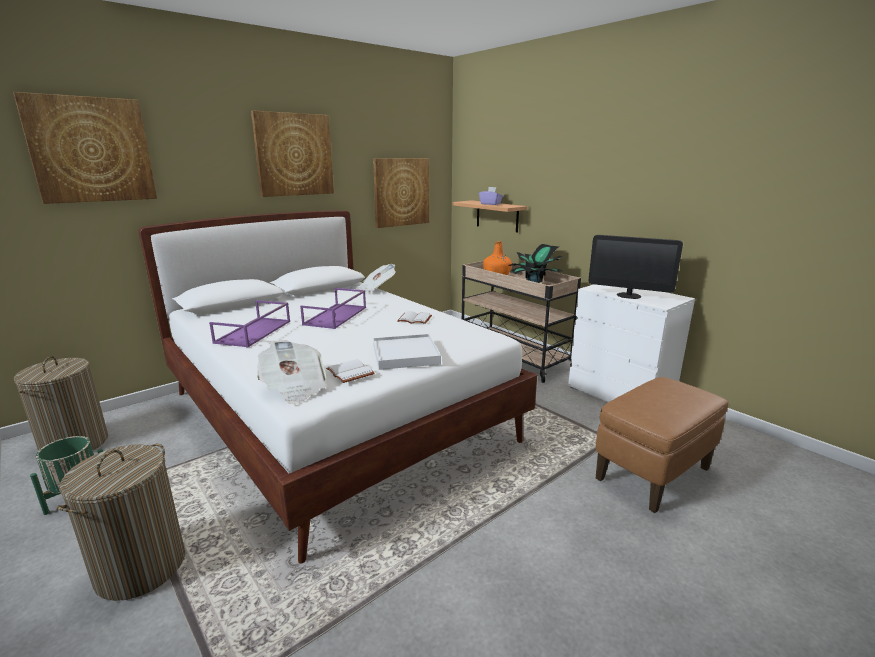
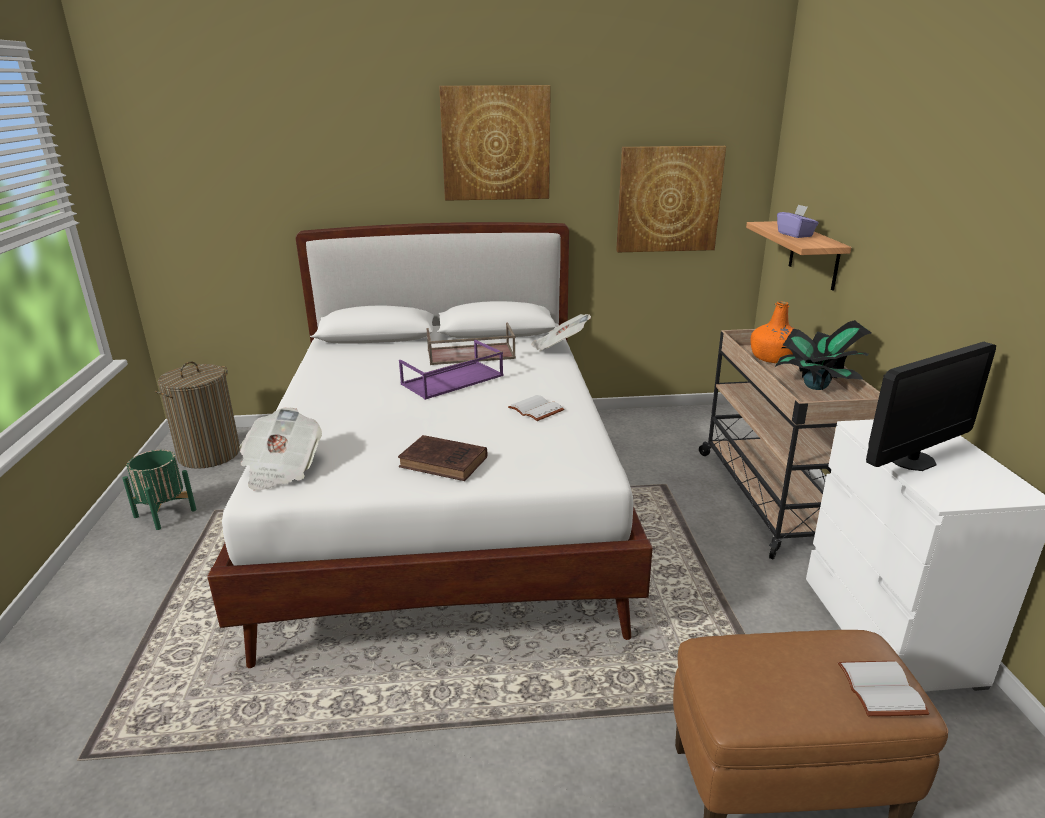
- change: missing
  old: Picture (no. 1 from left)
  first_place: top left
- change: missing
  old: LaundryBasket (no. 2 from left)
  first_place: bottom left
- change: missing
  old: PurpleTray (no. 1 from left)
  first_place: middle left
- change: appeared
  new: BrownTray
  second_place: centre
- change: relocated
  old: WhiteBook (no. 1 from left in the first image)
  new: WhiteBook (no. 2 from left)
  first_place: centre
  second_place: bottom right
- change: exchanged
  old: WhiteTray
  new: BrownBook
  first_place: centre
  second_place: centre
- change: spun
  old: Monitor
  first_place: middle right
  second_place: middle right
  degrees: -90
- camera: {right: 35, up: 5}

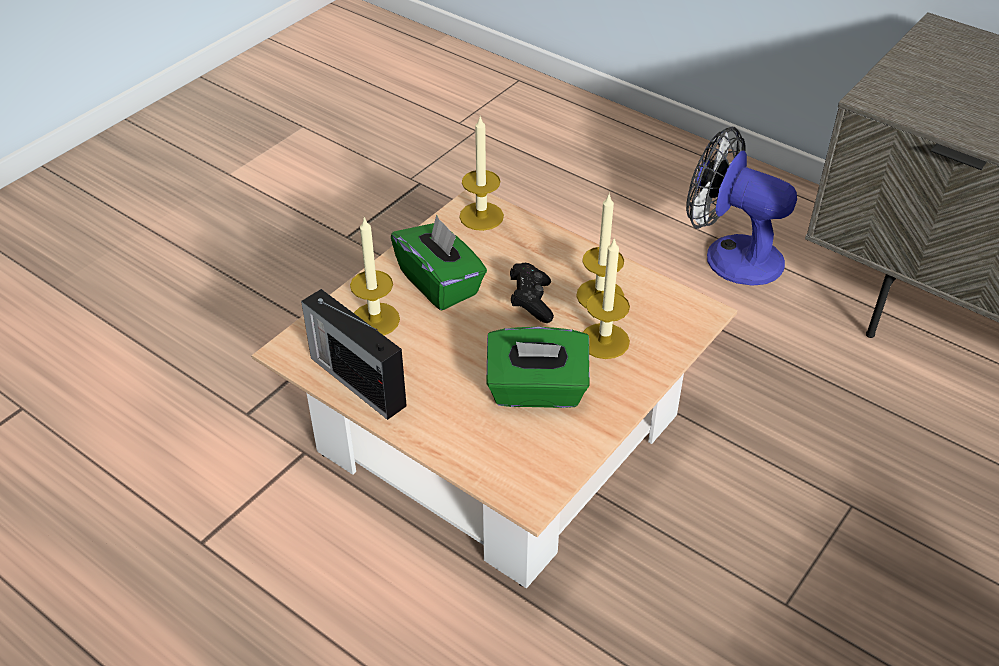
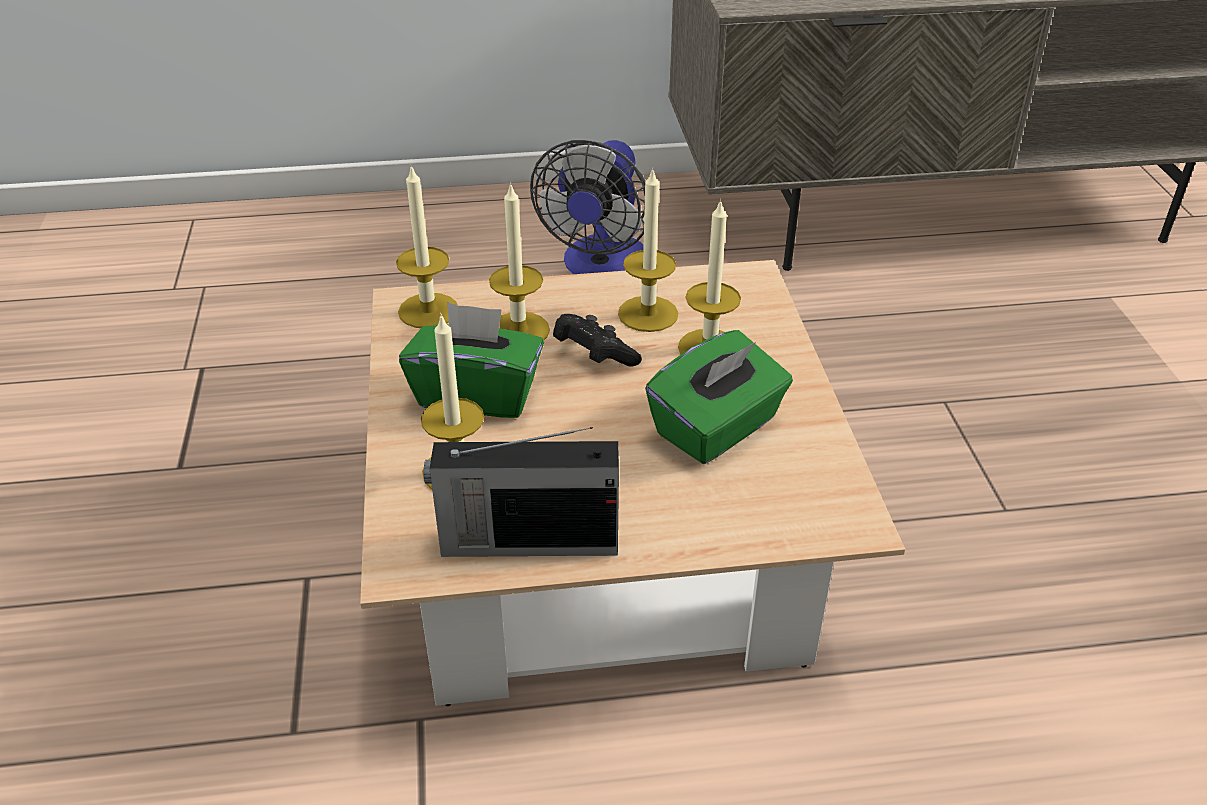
- change: appeared
  new: Candle (no. 3 from left)
  second_place: top centre
- change: spun
  old: Fan
  first_place: top right
  second_place: top centre
  degrees: -60
- camera: {right: -45, up: -5}

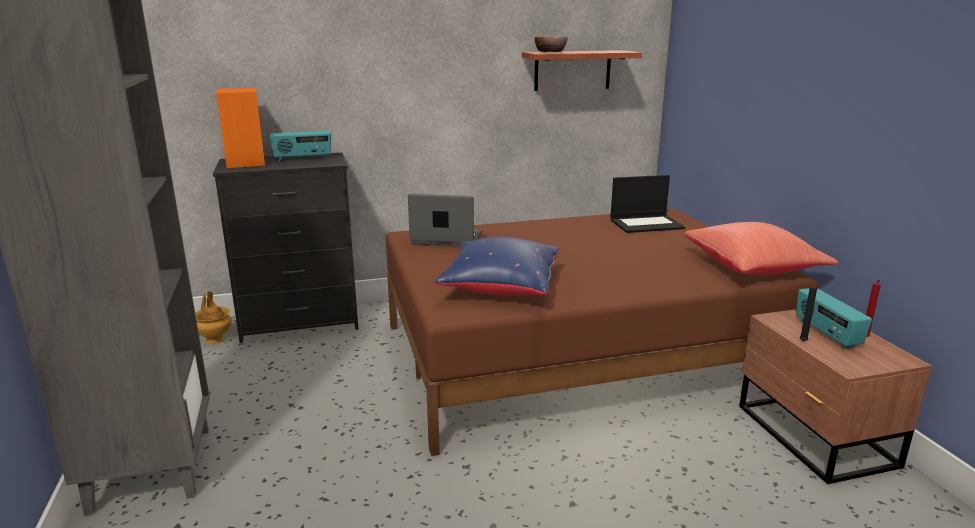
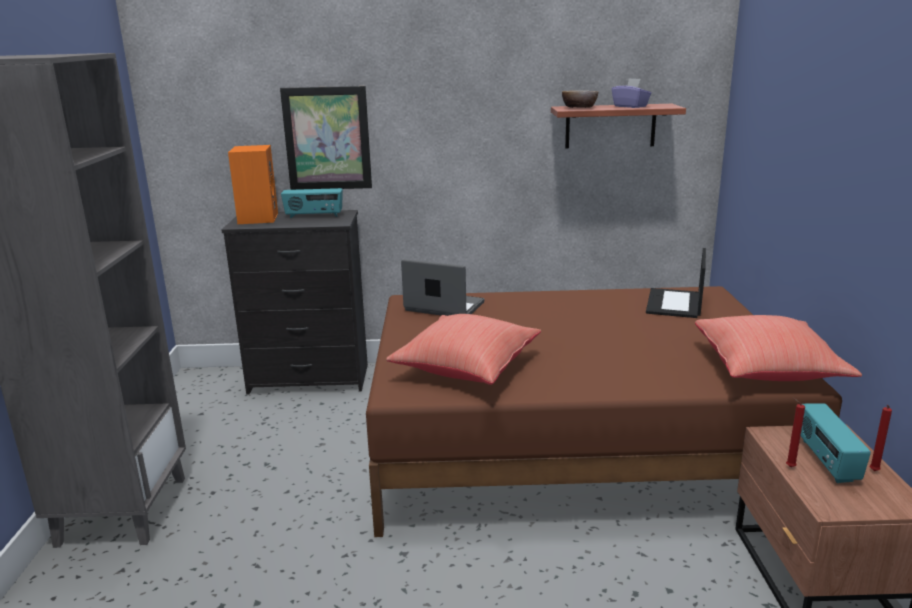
- change: missing
  old: BrownVase
  first_place: middle left
- change: appeared
  new: Picture
  second_place: top centre
- change: appeared
  new: PurpleTissueBox
  second_place: top right
- change: colour
  old: BluePillow
  new: RedPillow (no. 1 from left)
  first_place: centre
  second_place: centre
- change: colour
  old: BlackCandle
  new: RedCandle (no. 1 from left)
  first_place: middle right
  second_place: bottom right
- change: spun
  old: Laptop (no. 2 from left)
  first_place: centre
  second_place: middle right
  degrees: 105
- camera: {right: 15, up: 0}

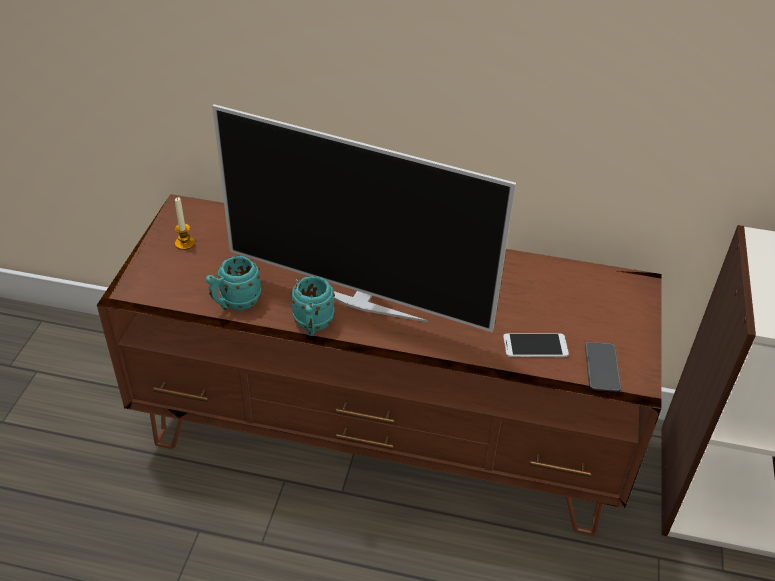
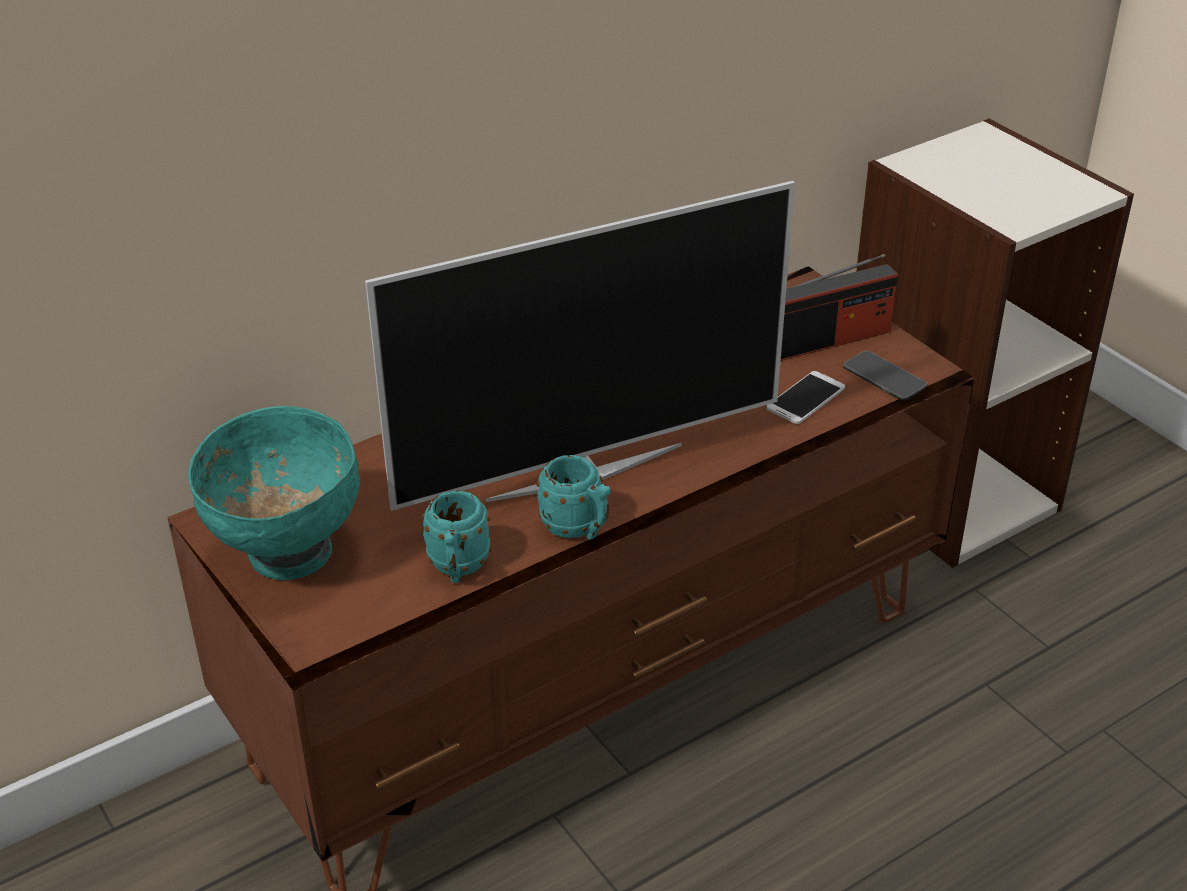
- change: appeared
  new: Radio
  second_place: middle right
- change: exchanged
  old: Candle
  new: TurquoiseBowl
  first_place: middle left
  second_place: middle left
- camera: {right: -45, up: -5}

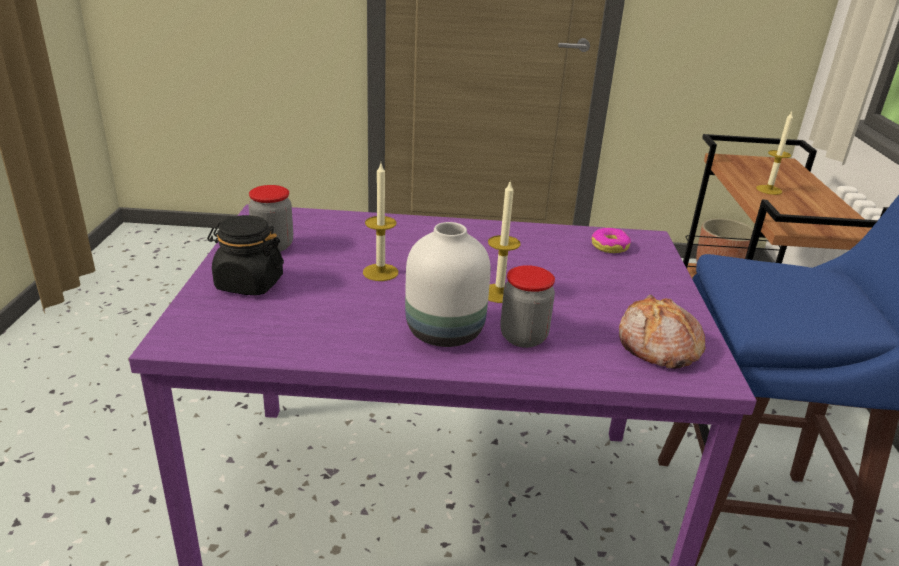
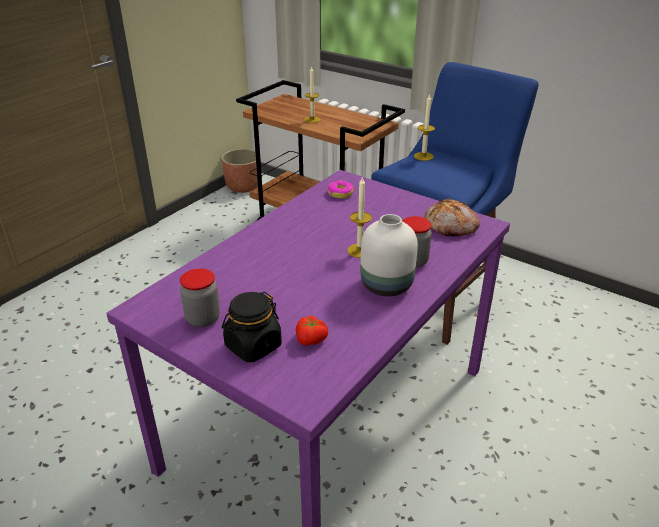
- change: appeared
  new: Tomato
  second_place: centre
- change: relocated
  old: Candle (no. 1 from left in the first image)
  new: Candle (no. 3 from left)
  first_place: centre
  second_place: top centre
- camera: {right: -55, up: 5}

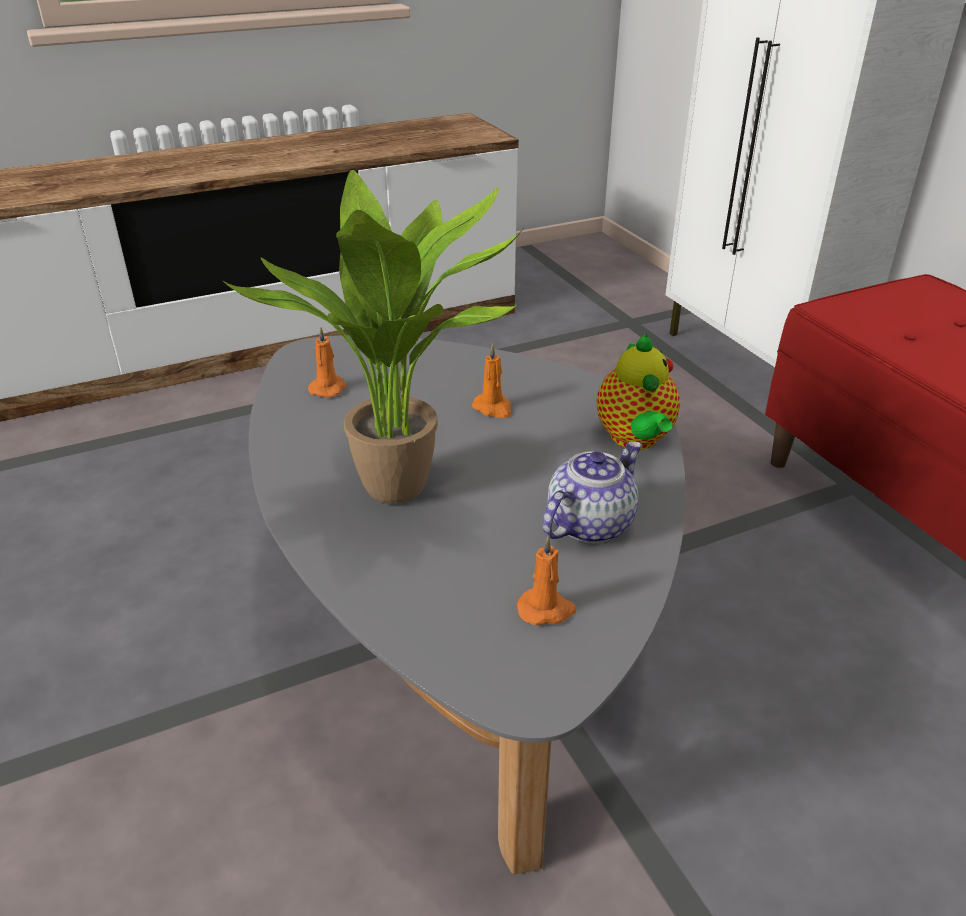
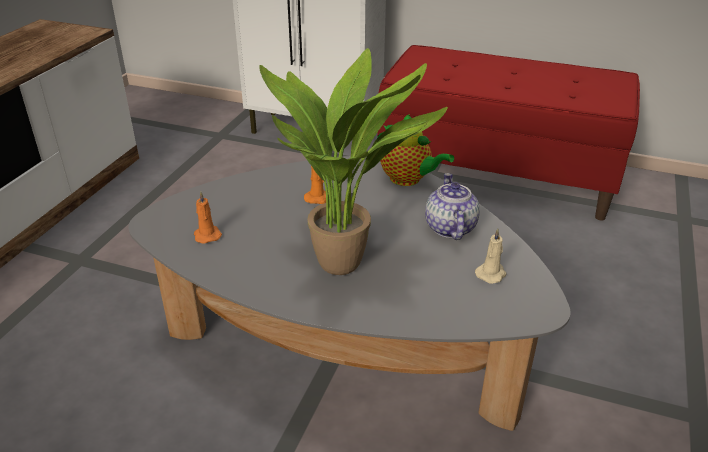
- change: colour
  old: OrangeCandle (no. 3 from left)
  new: BeigeCandle
  first_place: centre
  second_place: middle right
- camera: {right: -45, up: 0}

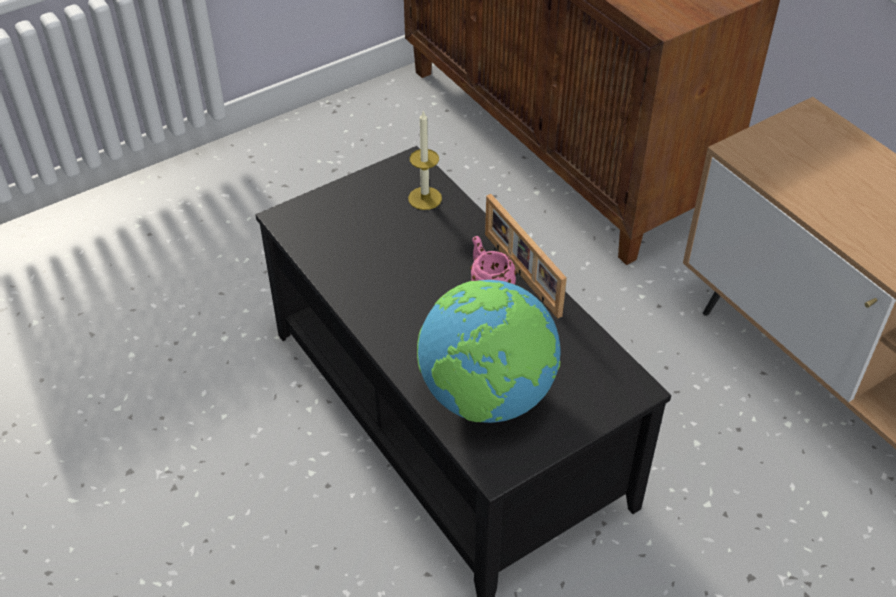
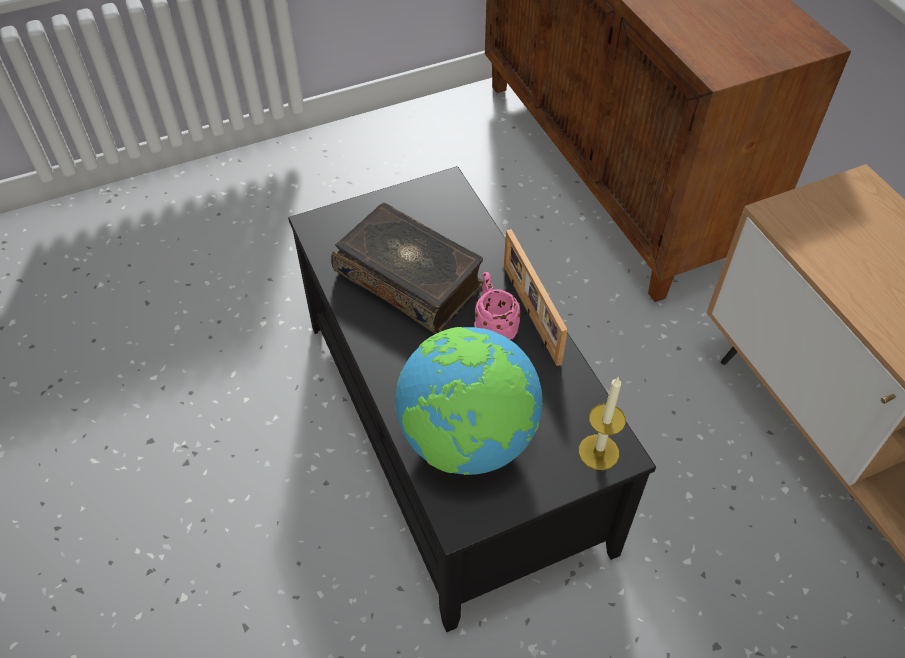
- change: appeared
  new: Book
  second_place: centre
- change: relocated
  old: Candle
  first_place: top centre
  second_place: centre
- camera: {right: 10, up: 5}

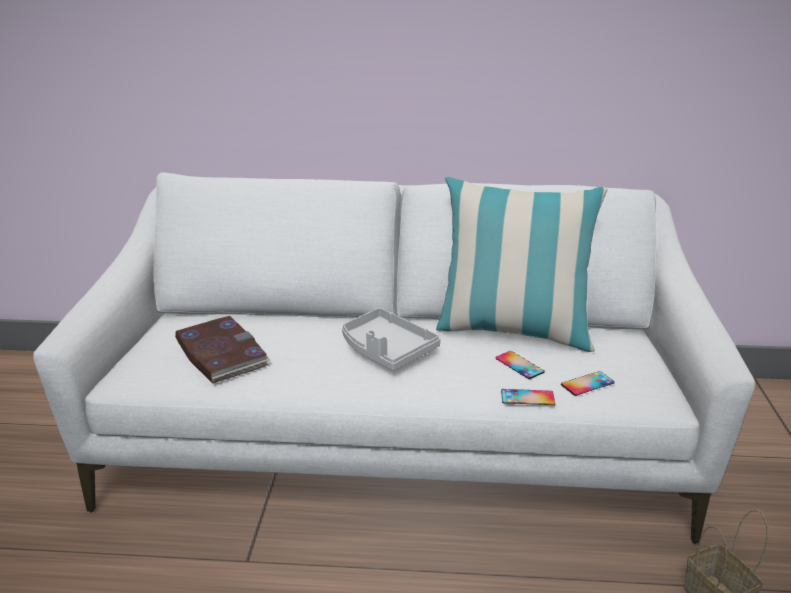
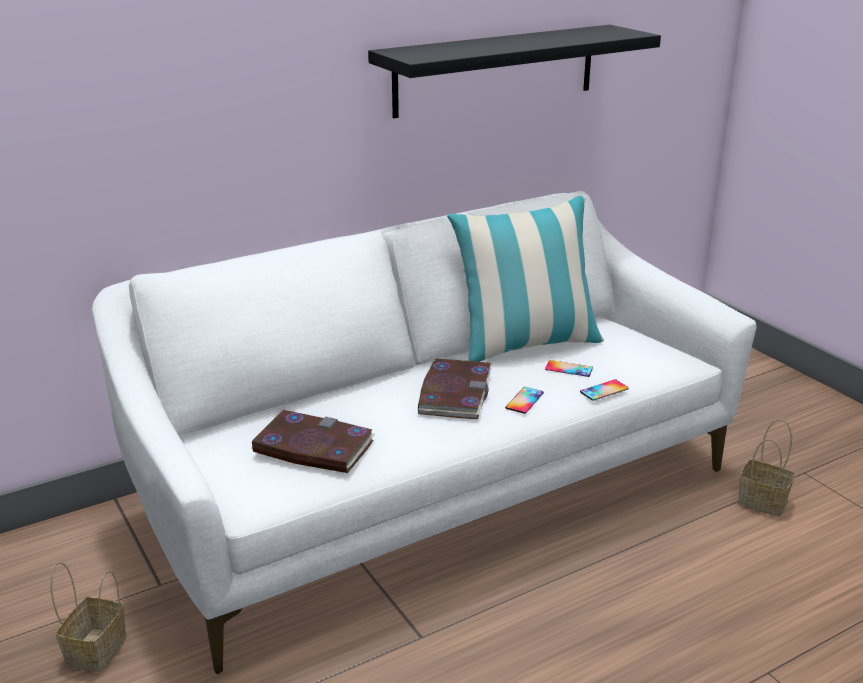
- change: appeared
  new: Basket (no. 1 from left)
  second_place: bottom left
- change: appeared
  new: BlackShelf
  second_place: top centre
- change: relocated
  old: Phone (no. 3 from left in the first image)
  new: Phone (no. 1 from left)
  first_place: middle right
  second_place: centre
- change: exchanged
  old: GreyTray
  new: Book (no. 2 from left)
  first_place: centre
  second_place: centre
- camera: {right: -35, up: 0}

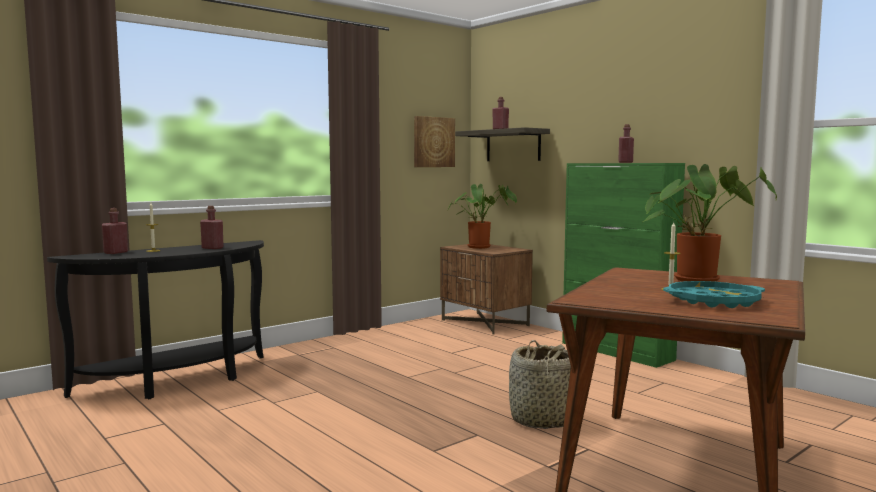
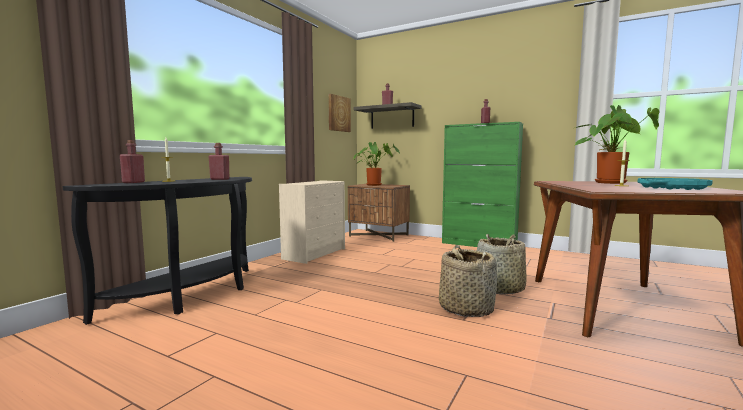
- change: appeared
  new: BeigeDresser
  second_place: centre
- change: appeared
  new: Basket (no. 1 from left)
  second_place: bottom centre
- camera: {right: -20, up: 0}

